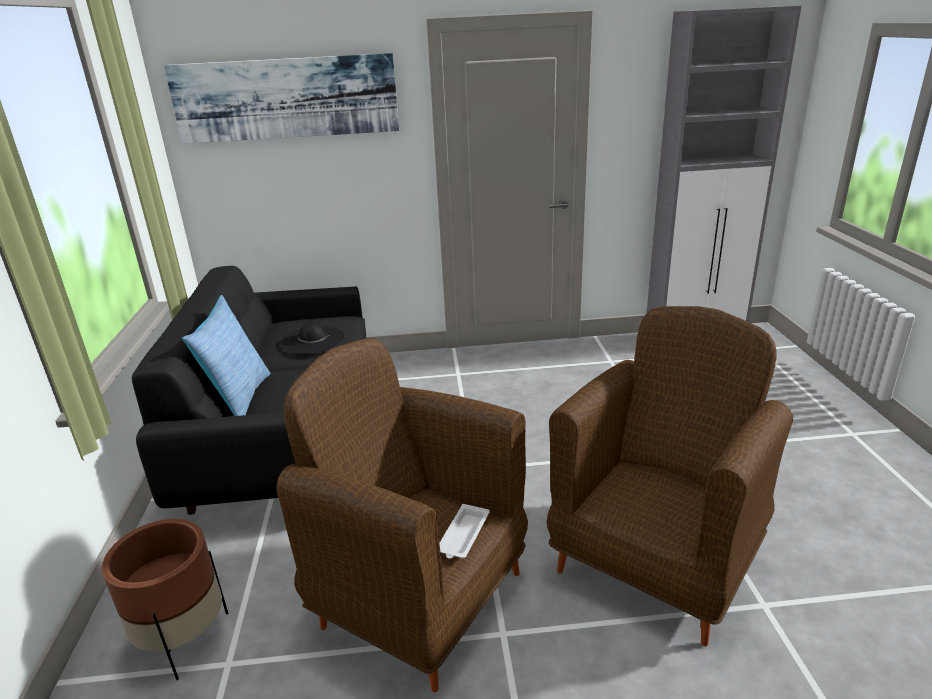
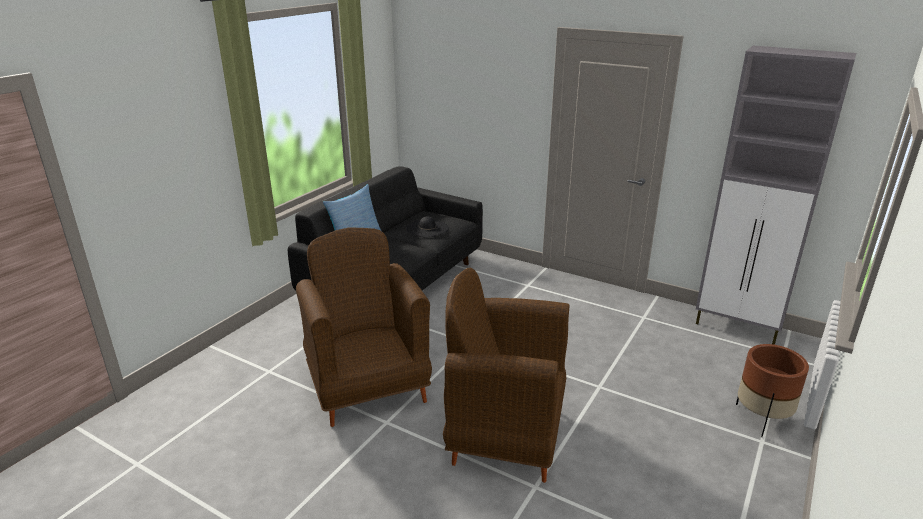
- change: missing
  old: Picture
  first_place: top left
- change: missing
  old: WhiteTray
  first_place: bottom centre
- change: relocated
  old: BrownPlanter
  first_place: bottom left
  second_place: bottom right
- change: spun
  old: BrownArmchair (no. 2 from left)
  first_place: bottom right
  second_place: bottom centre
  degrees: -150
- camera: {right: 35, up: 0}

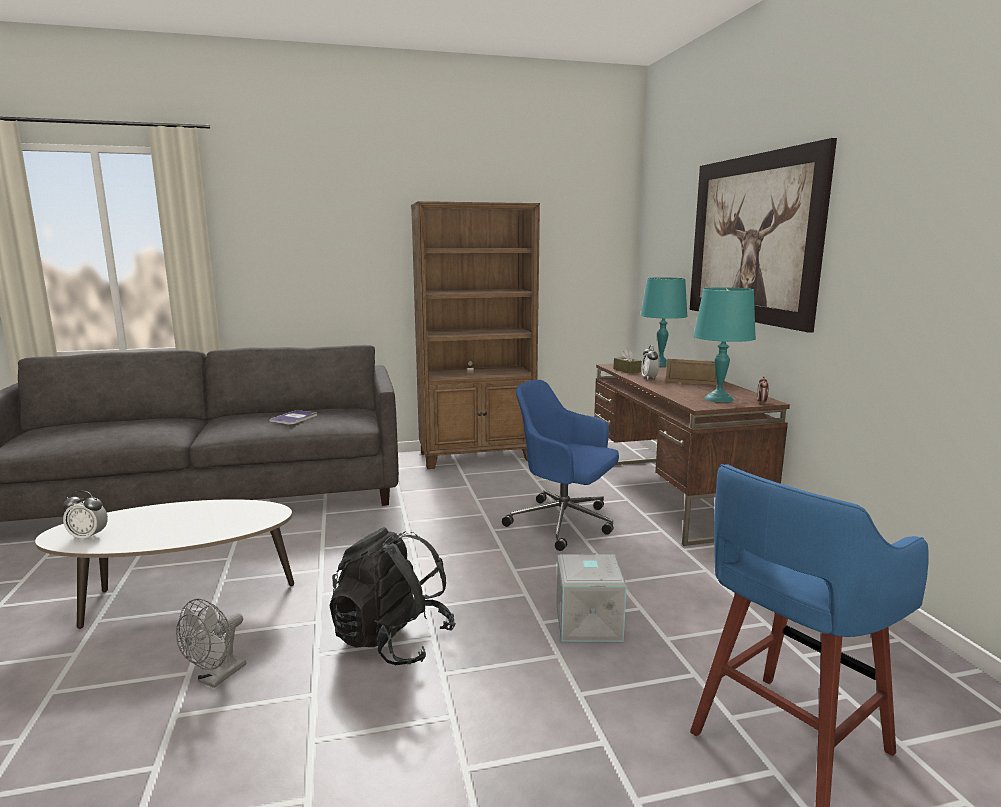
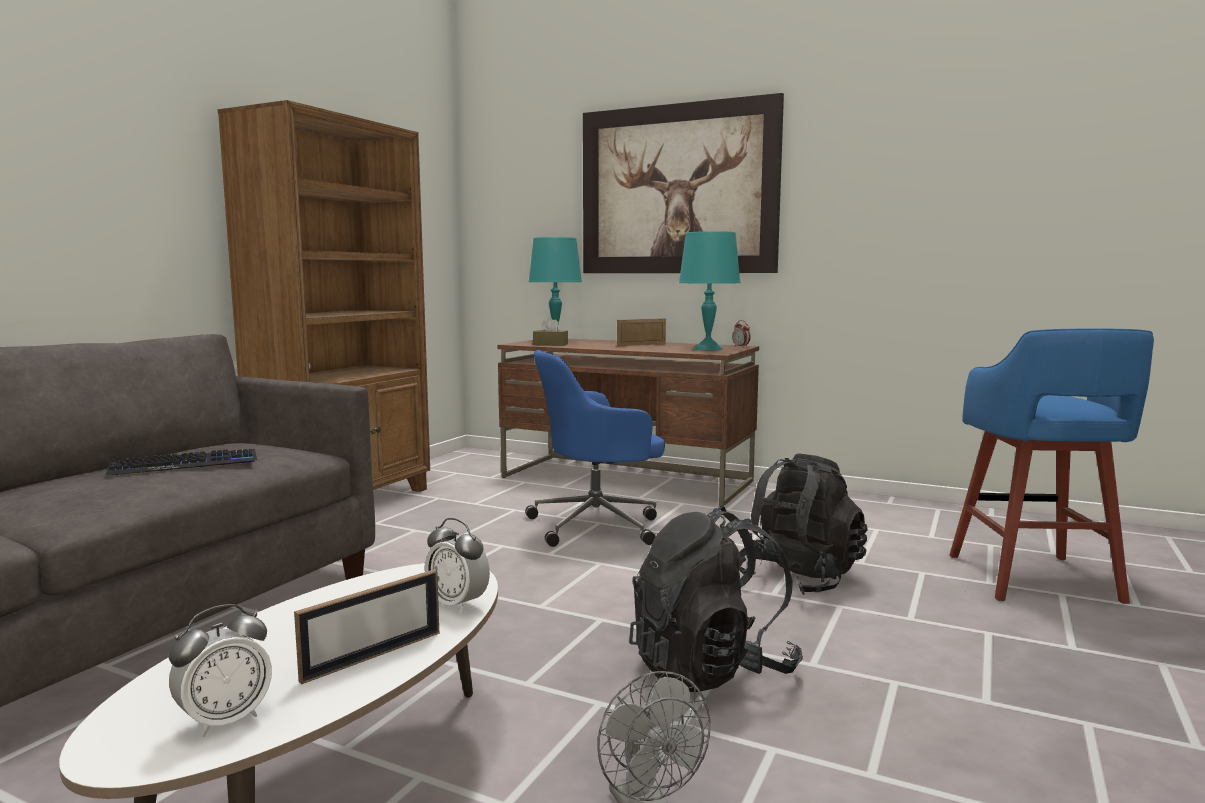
- change: appeared
  new: PictureFrame (no. 1 from left)
  second_place: bottom left
- change: relocated
  old: AlarmClock (no. 2 from left)
  first_place: centre
  second_place: bottom centre
- change: exchanged
  old: Book
  new: Keyboard
  first_place: middle left
  second_place: middle left
- change: exchanged
  old: GreyStorageBox
  new: BlackBackpack (no. 2 from left)
  first_place: bottom centre
  second_place: centre
- camera: {right: -50, up: -5}

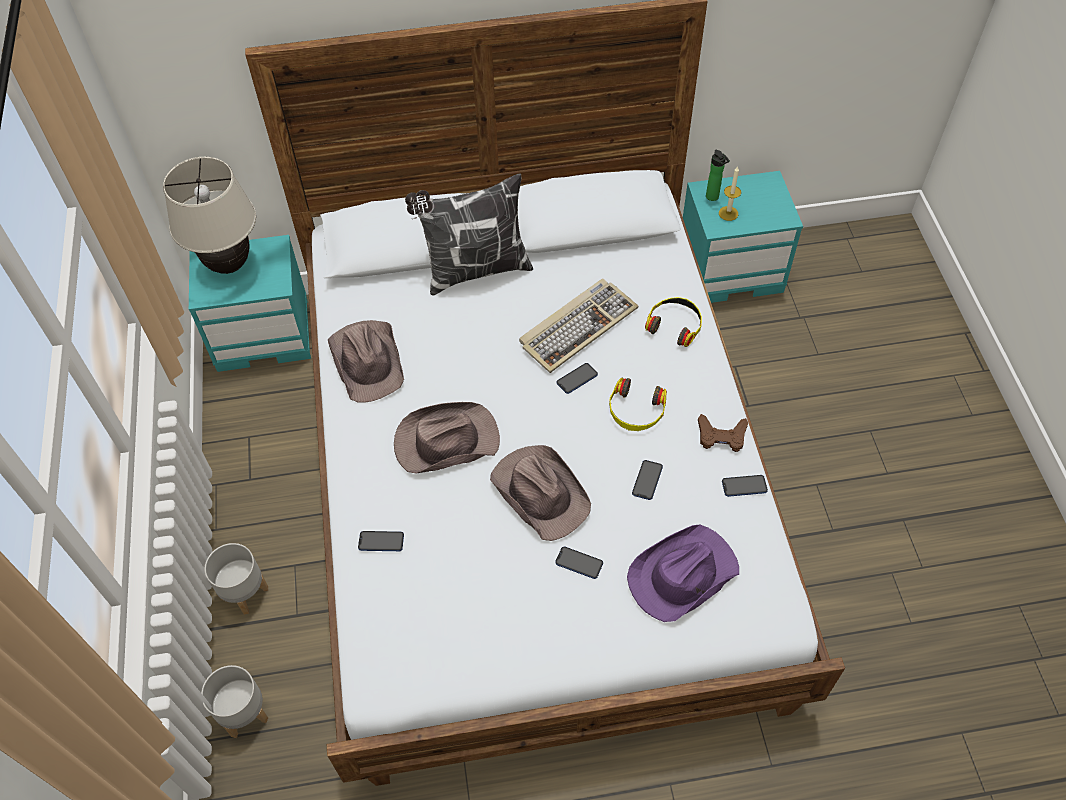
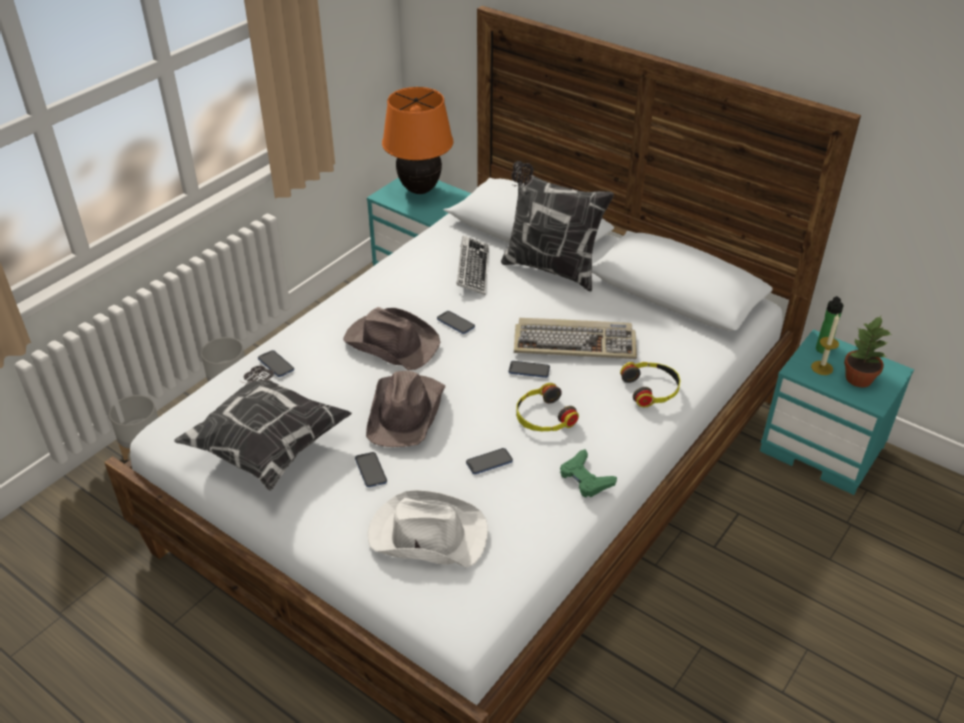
- change: missing
  old: BrownHat (no. 1 from left)
  first_place: centre
- change: appeared
  new: Pillow (no. 1 from left)
  second_place: middle left
- change: appeared
  new: Keyboard (no. 1 from left)
  second_place: centre
- change: appeared
  new: PottedPlant
  second_place: middle right
- change: relocated
  old: Phone (no. 5 from left in the first image)
  new: Phone (no. 3 from left)
  first_place: middle right
  second_place: centre
- change: colour
  old: BeigeTableLamp
  new: OrangeTableLamp
  first_place: top left
  second_place: top centre
- change: colour
  old: PurpleHat
  new: WhiteHat
  first_place: bottom centre
  second_place: bottom centre
- change: colour
  old: BrownGameController
  new: GreenGameController
  first_place: middle right
  second_place: centre
- camera: {right: 45, up: -15}

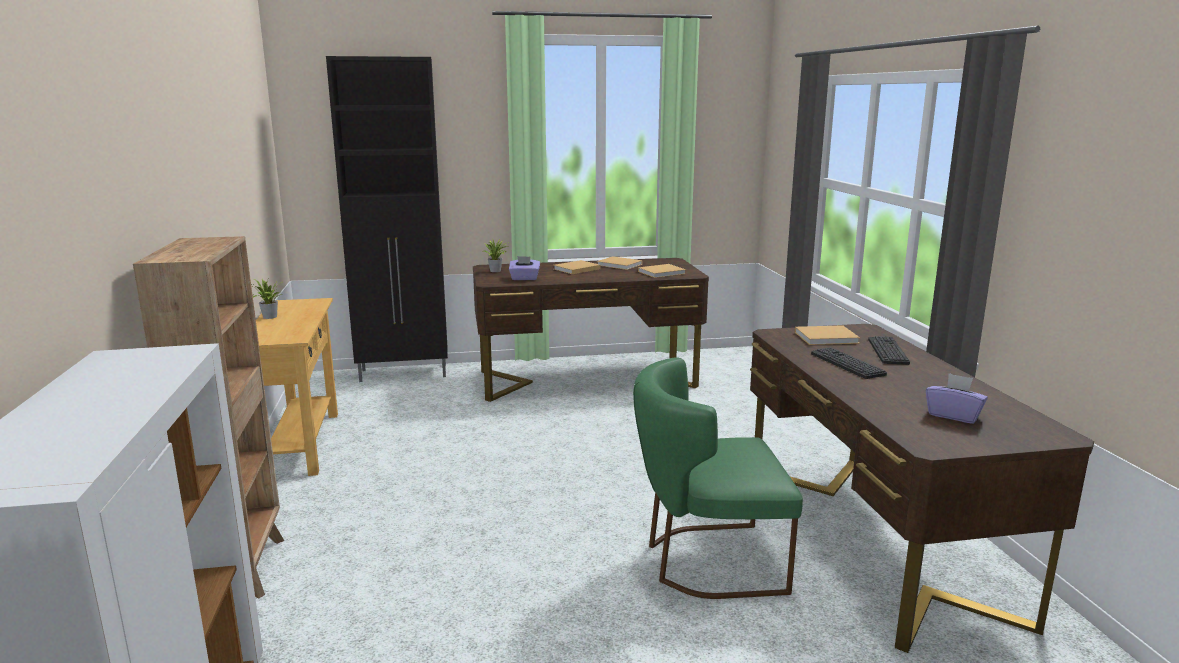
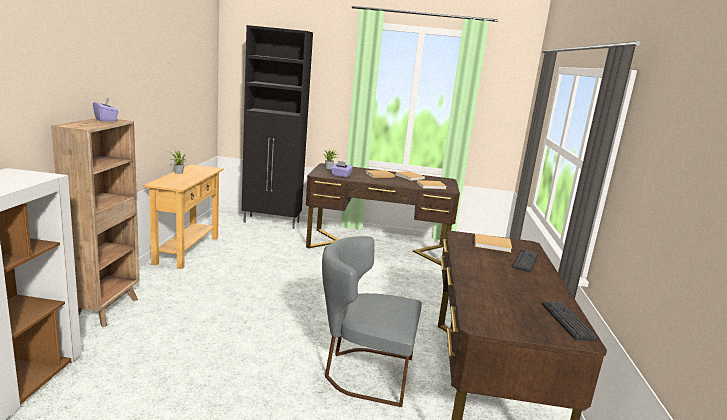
- change: relocated
  old: Keyboard (no. 1 from left in the first image)
  new: Keyboard (no. 2 from left)
  first_place: middle right
  second_place: bottom right
- change: relocated
  old: PurpleTissueBox (no. 2 from left in the first image)
  new: PurpleTissueBox (no. 1 from left)
  first_place: middle right
  second_place: top left
- change: colour
  old: GreenChair
  new: GreyChair
  first_place: bottom centre
  second_place: bottom centre
- camera: {right: 15, up: 0}

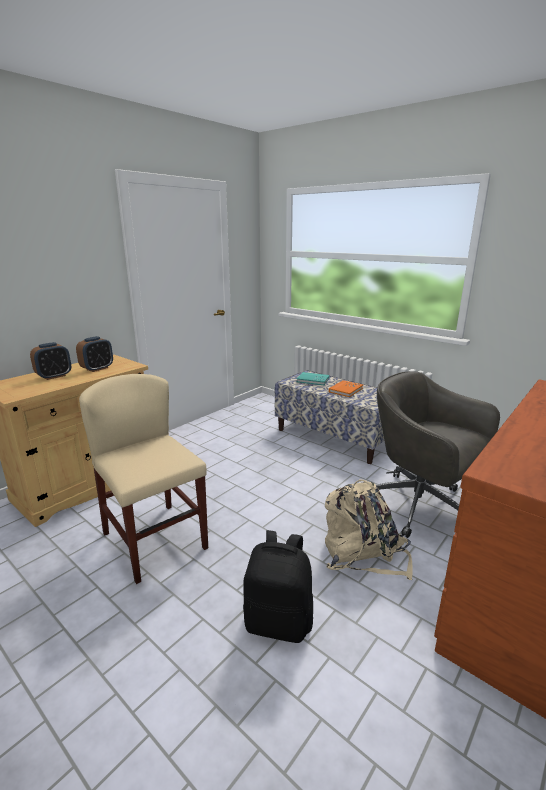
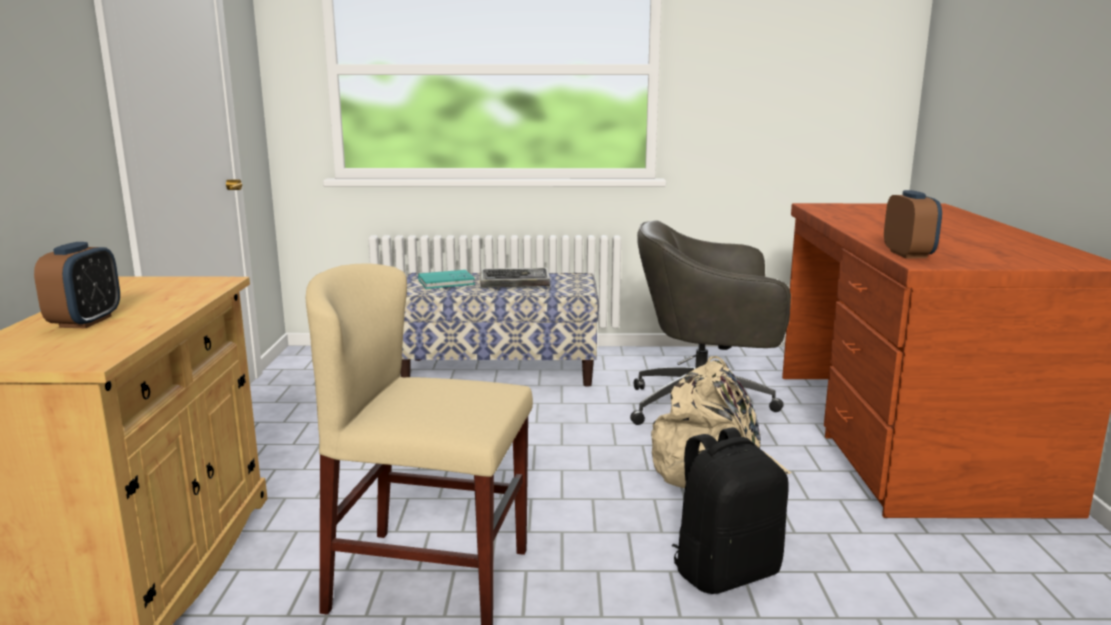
- change: relocated
  old: AlarmClock (no. 2 from left)
  first_place: middle left
  second_place: middle right
- change: exchanged
  old: OrangeBook
  new: Keyboard
  first_place: centre
  second_place: centre
- camera: {right: -40, up: -5}

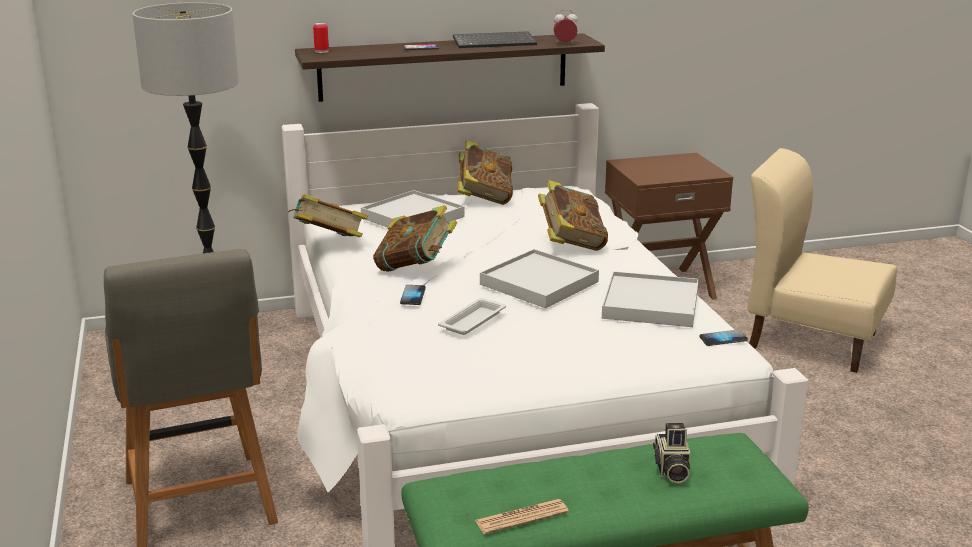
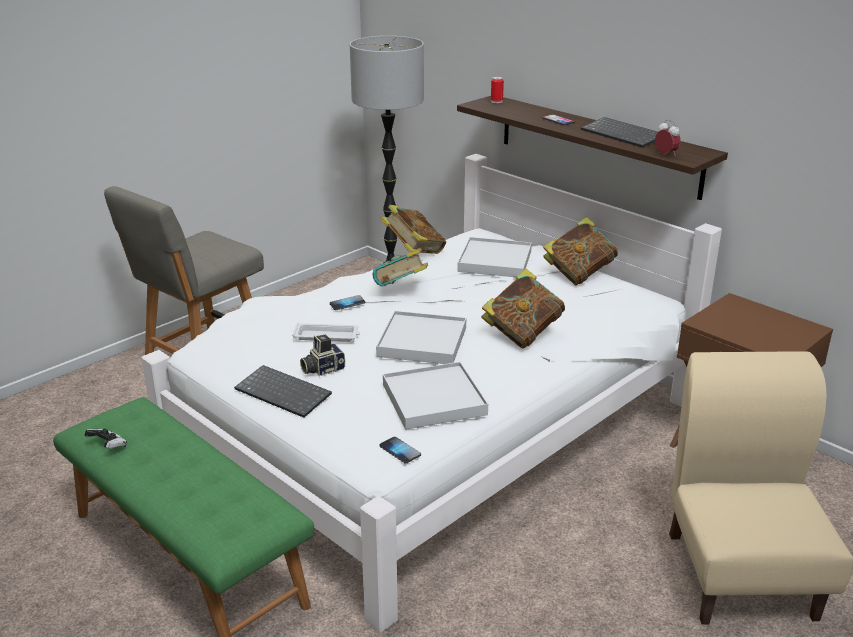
- change: appeared
  new: Keyboard (no. 1 from left)
  second_place: middle left
- change: relocated
  old: PhotoCamera
  first_place: bottom right
  second_place: centre
- change: exchanged
  old: Newspaper
  new: GameController
  first_place: bottom centre
  second_place: bottom left
- camera: {right: 60, up: 5}

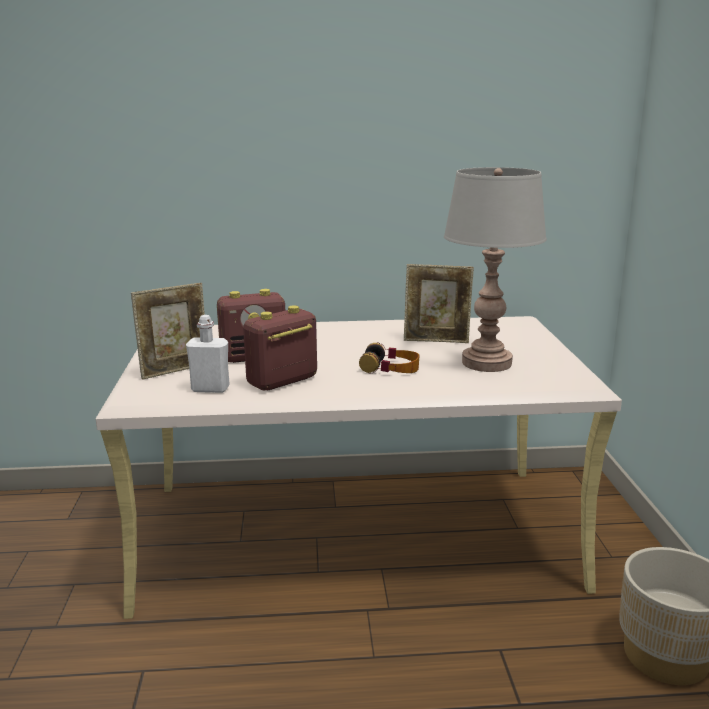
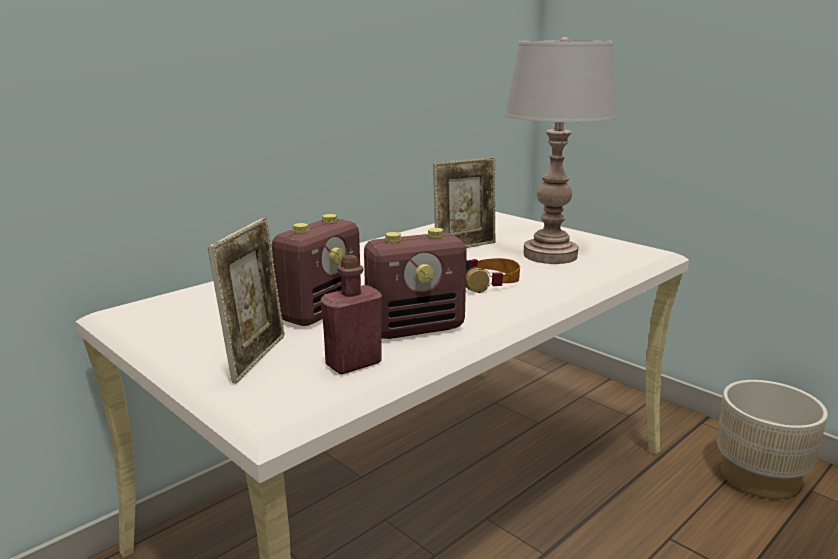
- change: colour
  old: WhiteBottle
  new: RedBottle
  first_place: middle left
  second_place: centre
- change: spun
  old: Radio (no. 2 from left)
  first_place: centre
  second_place: centre
  degrees: -120
- camera: {right: -40, up: 0}

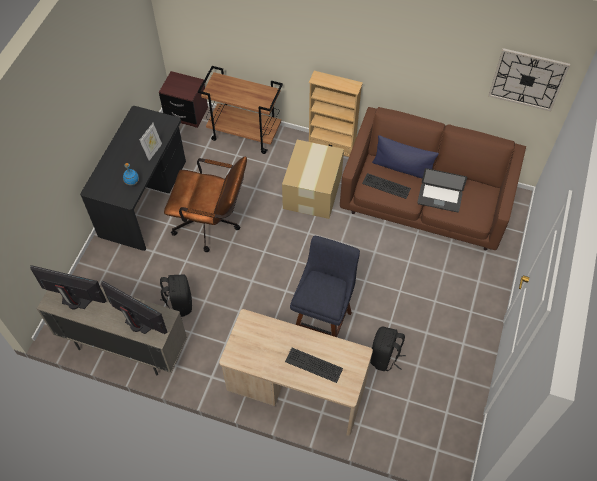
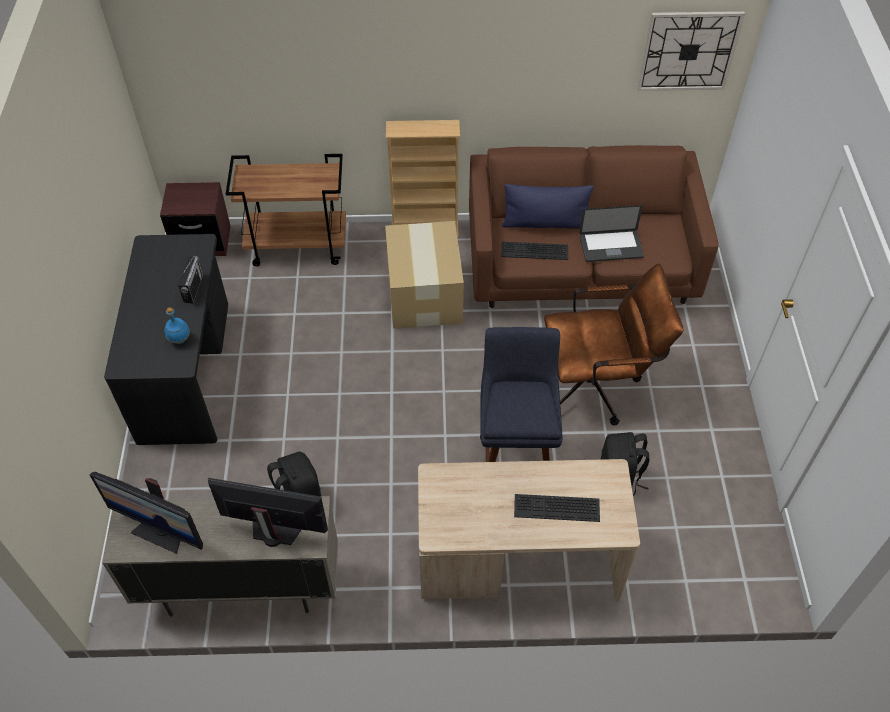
- change: relocated
  old: BrownOfficeChair
  first_place: centre
  second_place: middle right
- change: exchanged
  old: PictureFrame
  new: Radio
  first_place: top left
  second_place: middle left
- change: spun
  old: Monitor (no. 1 from left)
  first_place: middle left
  second_place: bottom left
  degrees: -150
- camera: {right: -20, up: -5}

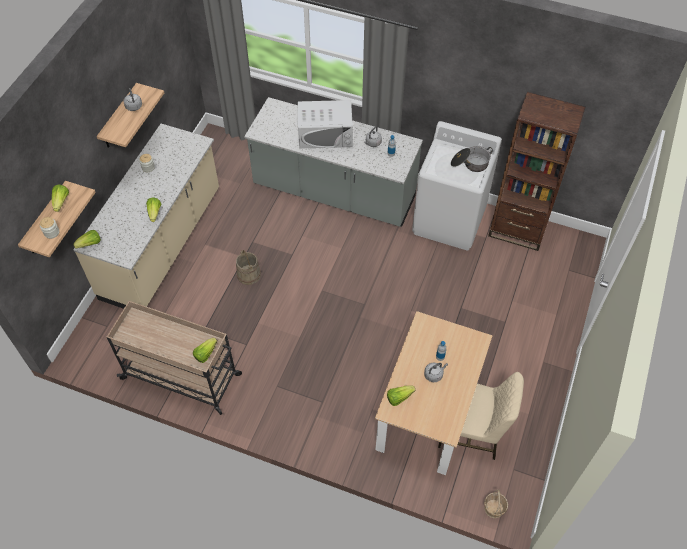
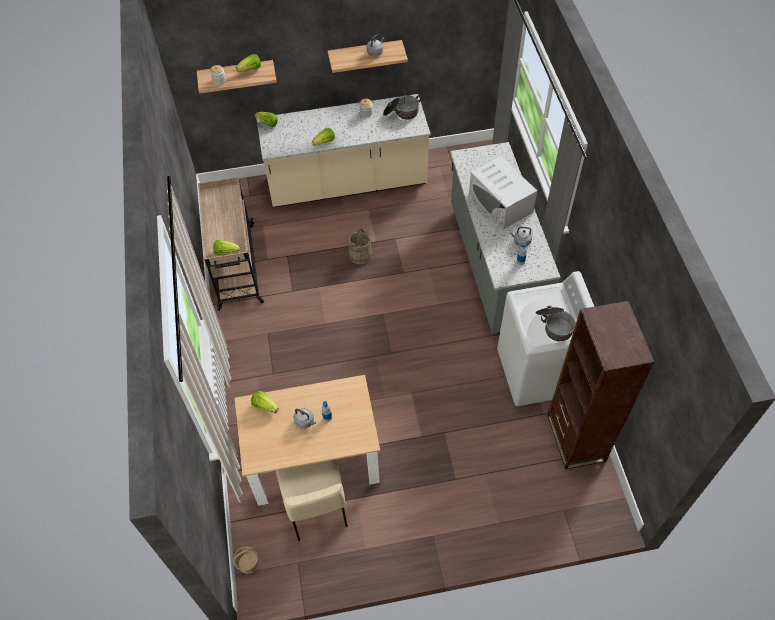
- change: appeared
  new: CookingPot (no. 1 from left)
  second_place: top centre
- camera: {right: 60, up: 0}

